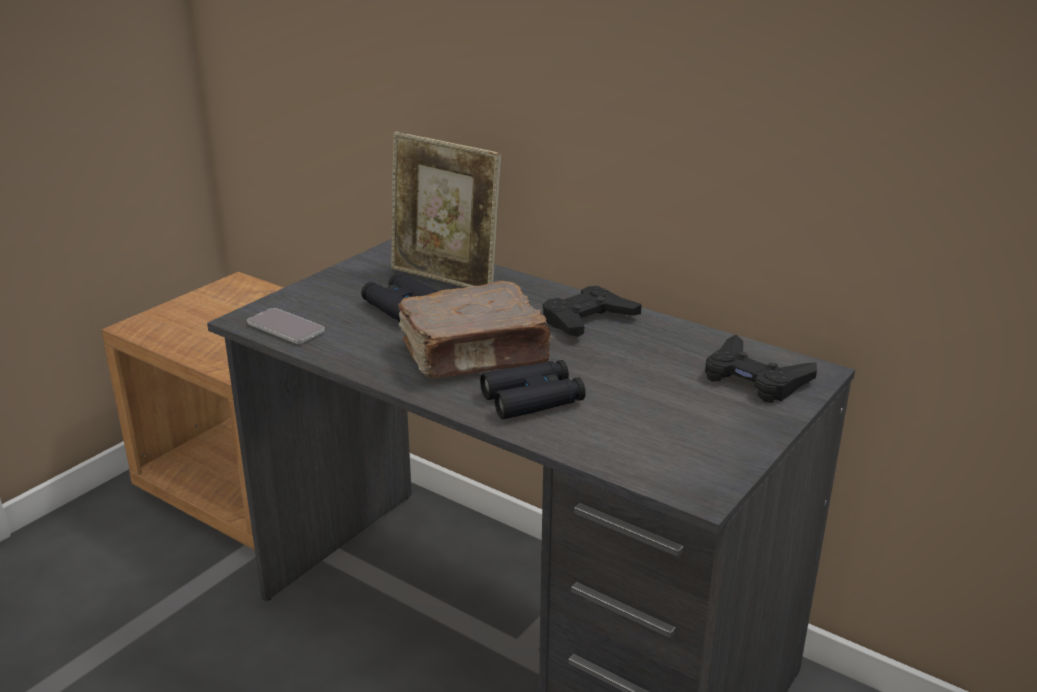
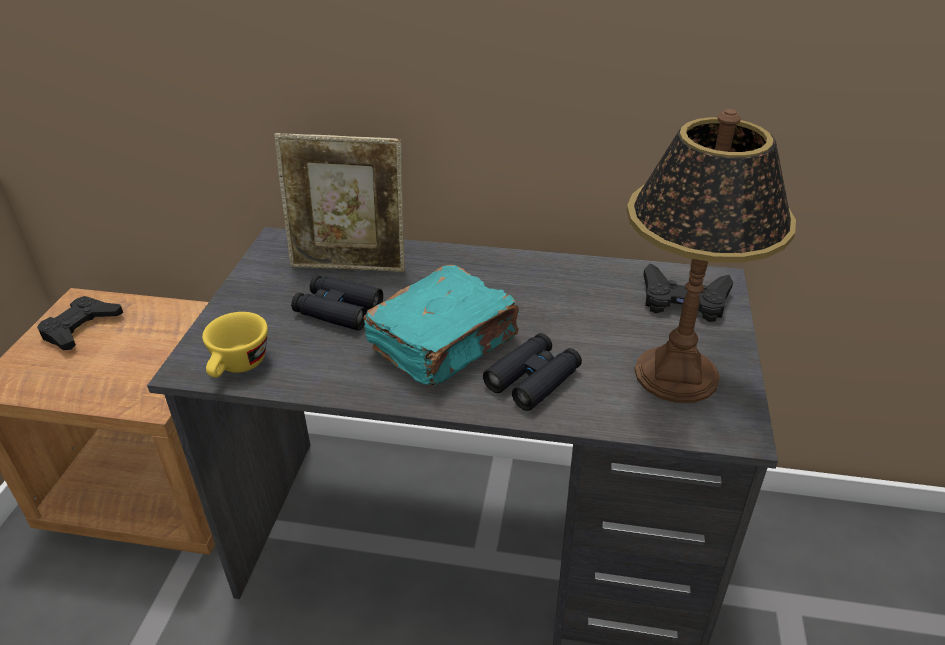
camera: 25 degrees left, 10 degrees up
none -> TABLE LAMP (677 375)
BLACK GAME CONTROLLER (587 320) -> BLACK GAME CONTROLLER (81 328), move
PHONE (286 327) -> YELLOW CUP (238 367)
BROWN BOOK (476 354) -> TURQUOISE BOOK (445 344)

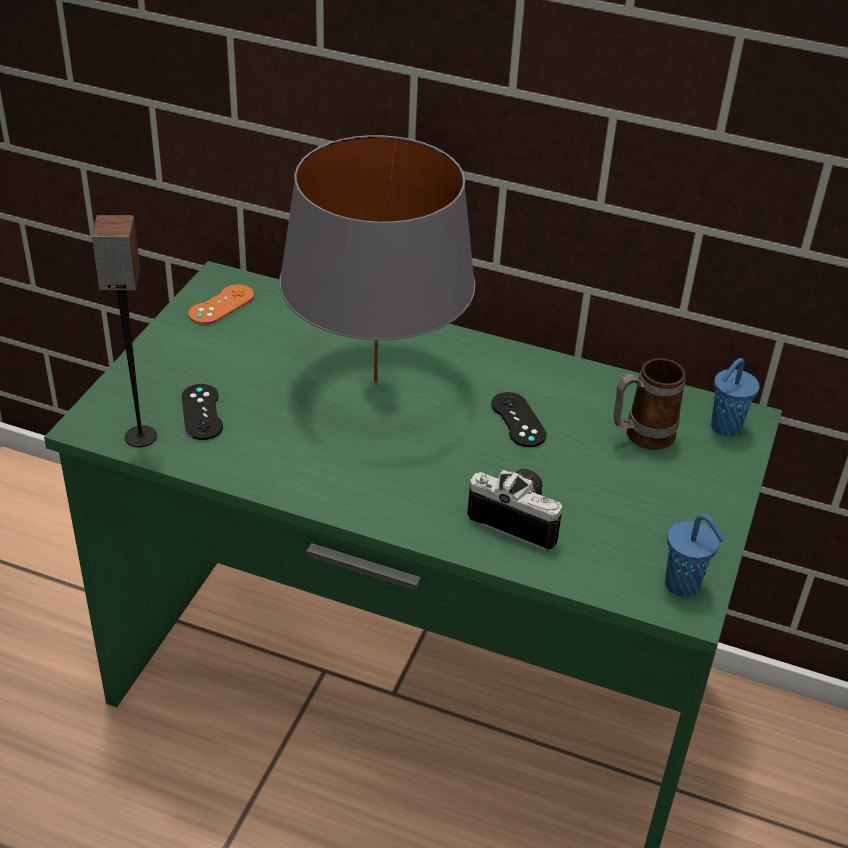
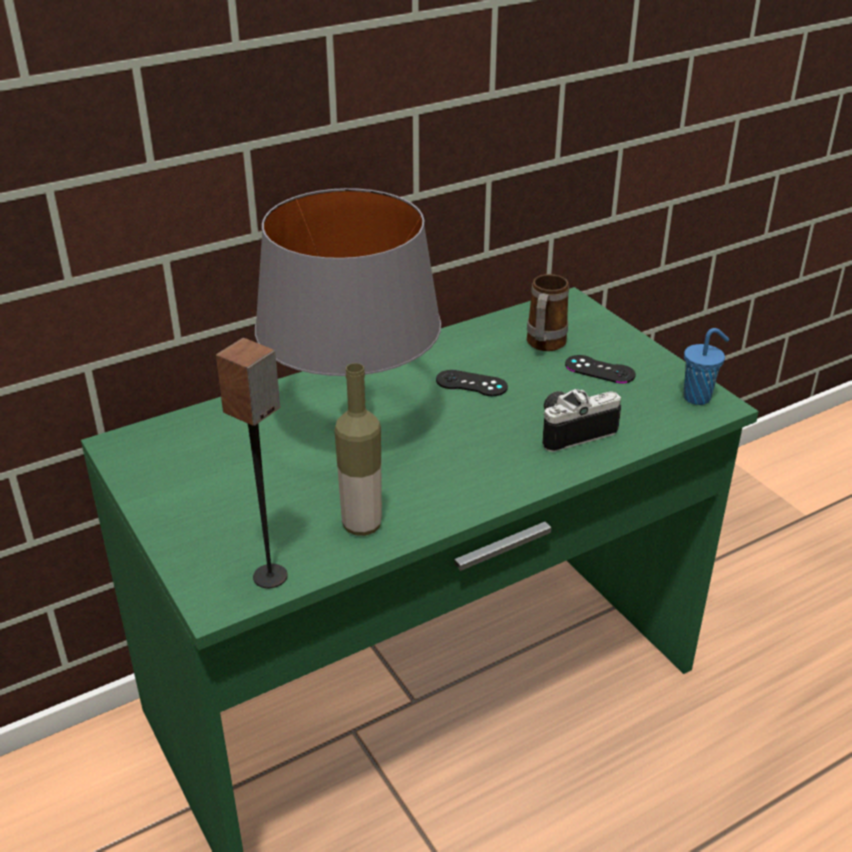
camera: 50 degrees left, 5 degrees down
ORANGE GAME CONTROLLER (221 305) -> none
BLUE CUP (724 428) -> none
none -> BOTTLE (362 525)
BLACK GAME CONTROLLER (202 412) -> BLACK GAME CONTROLLER (599 370), move

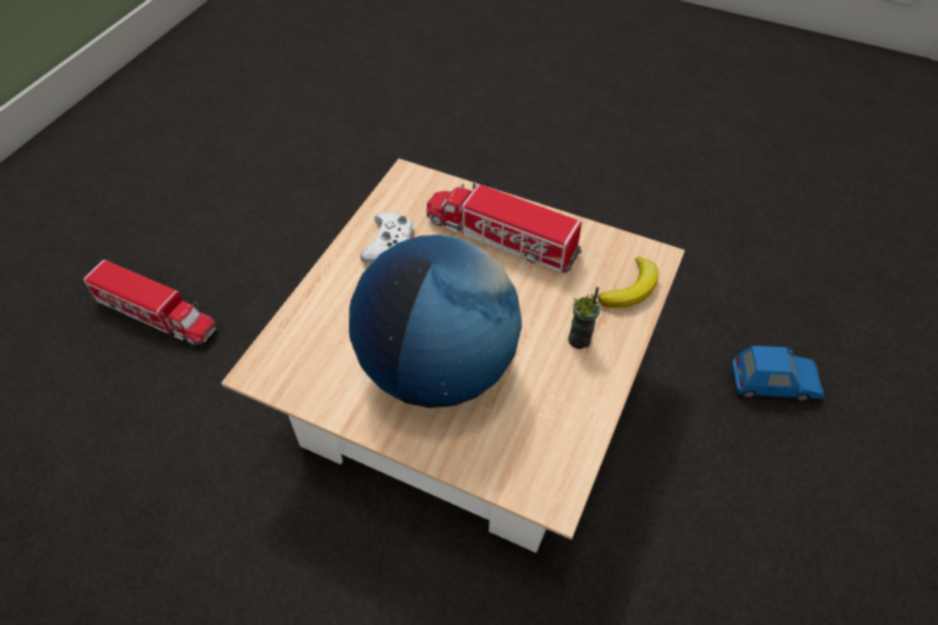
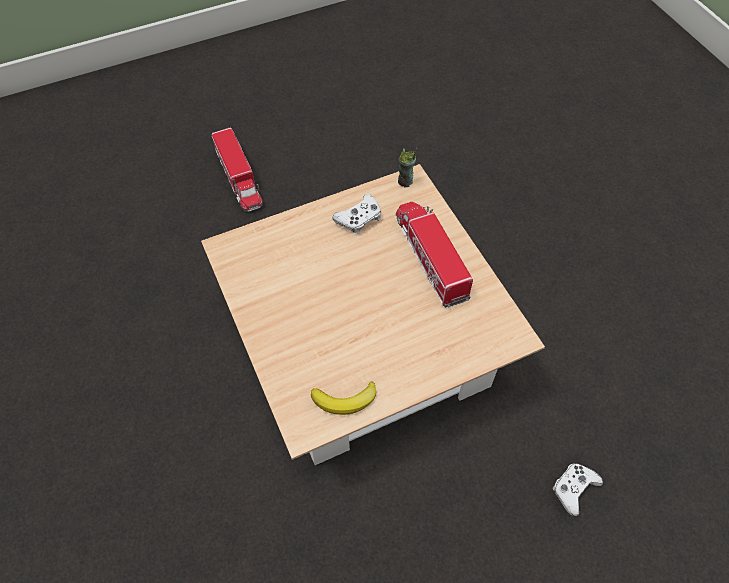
camera: 40 degrees right, 5 degrees up
GLOBE (438 368) -> none
CUP (580 340) -> CUP (405 182), move
BANANA (631 288) -> BANANA (345 400), move
BLUE TOY CAR (774 383) -> WHITE GAME CONTROLLER (574 489)

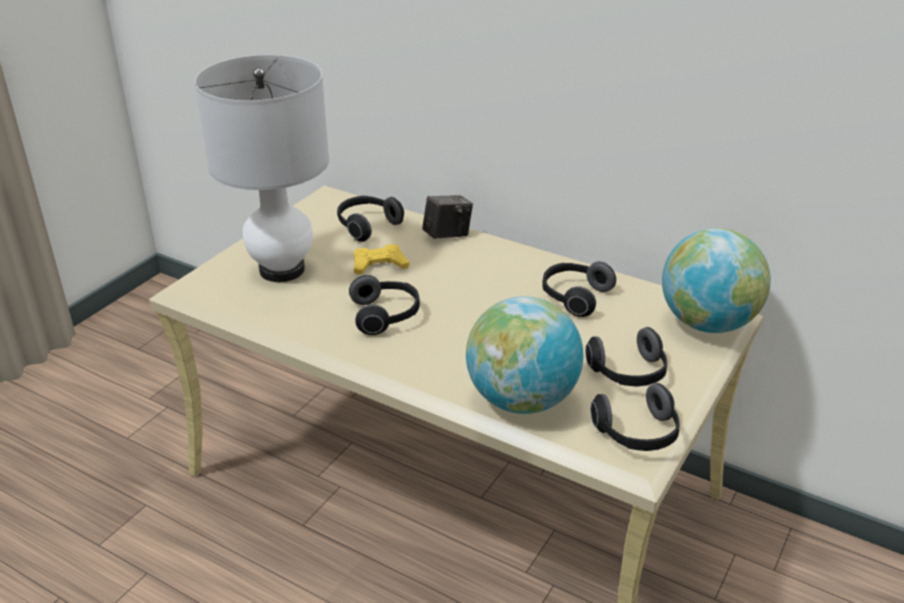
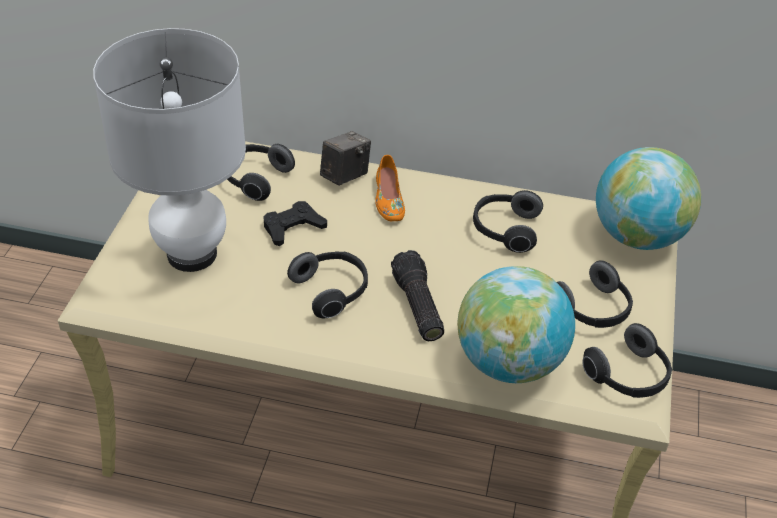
camera: 20 degrees left, 10 degrees up
none -> ORANGE SHOE (388 199)
none -> FLASHLIGHT (416 306)
YELLOW GAME CONTROLLER (379 265) -> BLACK GAME CONTROLLER (293 227)

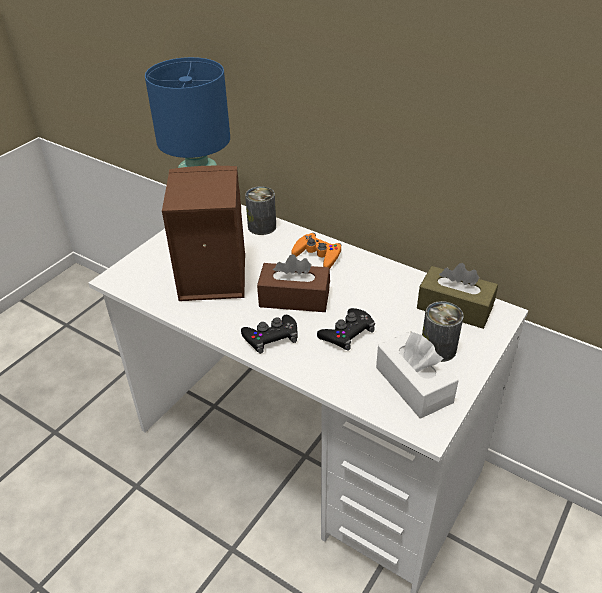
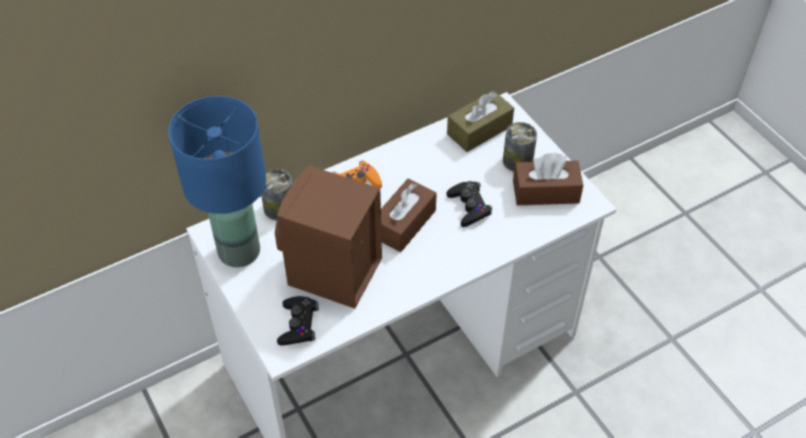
camera: 65 degrees left, 10 degrees up
BLACK GAME CONTROLLER (271 337) -> BLACK GAME CONTROLLER (298 324), move
WHITE TISSUE BOX (413 384) -> BROWN TISSUE BOX (545 192)

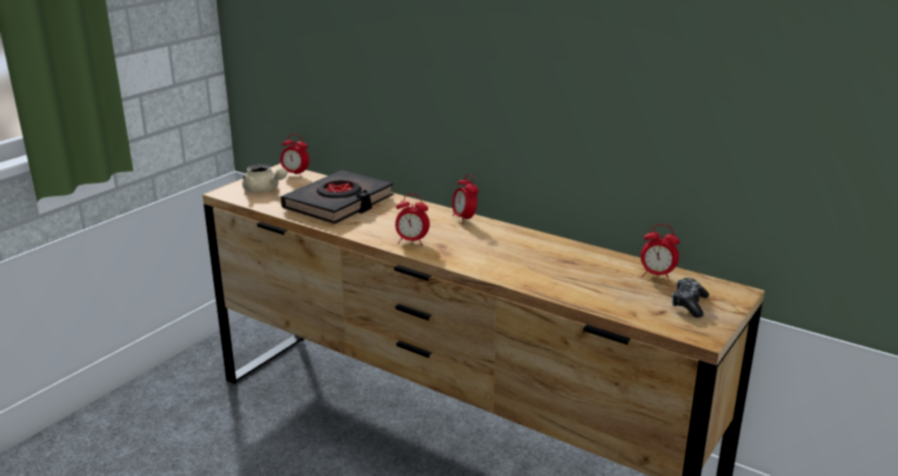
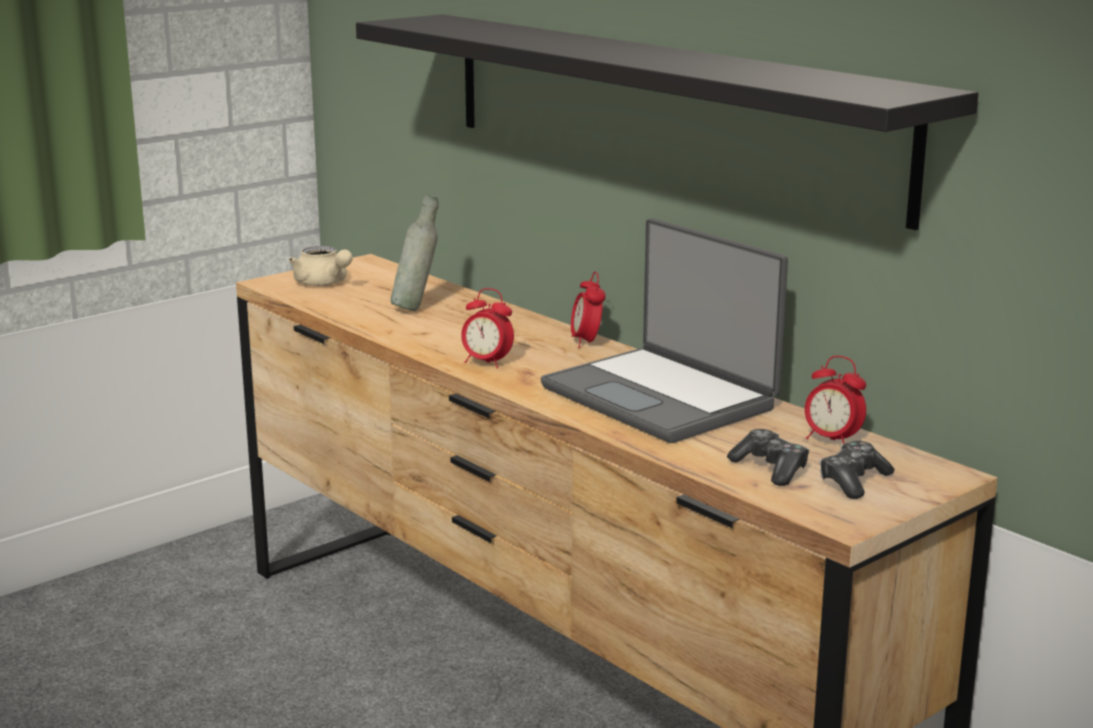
camera: 15 degrees right, 5 degrees down
ALARM CLOCK (295 174) -> none
none -> BLACK SHELF (661 109)
none -> LAPTOP (661 397)
none -> GAME CONTROLLER (770 469)
BLACK BOOK (339 203) -> GREY BOTTLE (416 308)

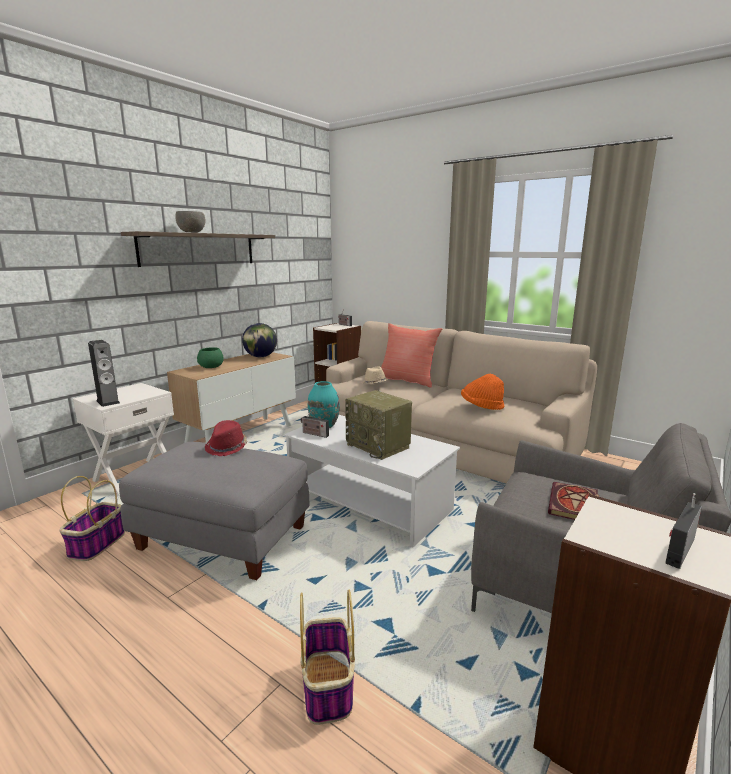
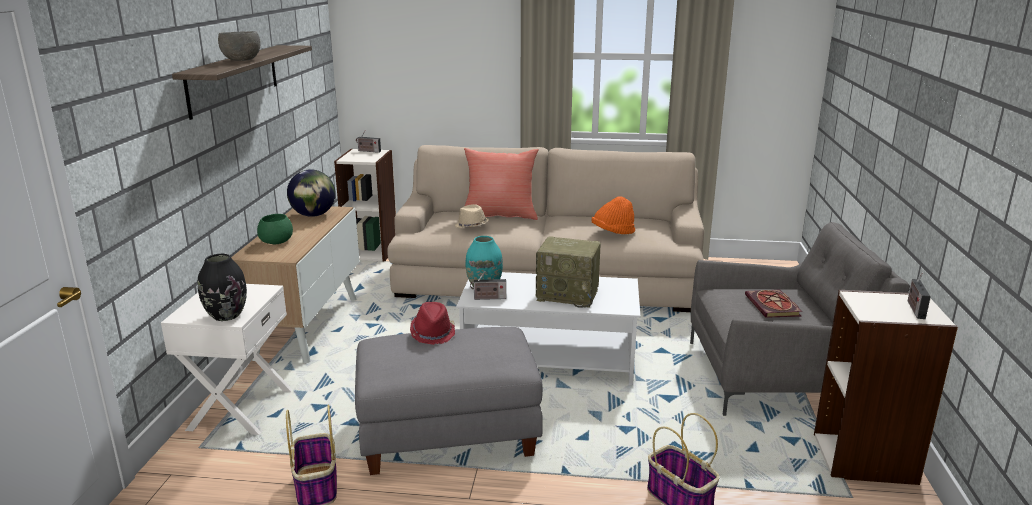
camera: 30 degrees left, 5 degrees up
SPEAKER (108 402) -> BLACK VASE (226 315)

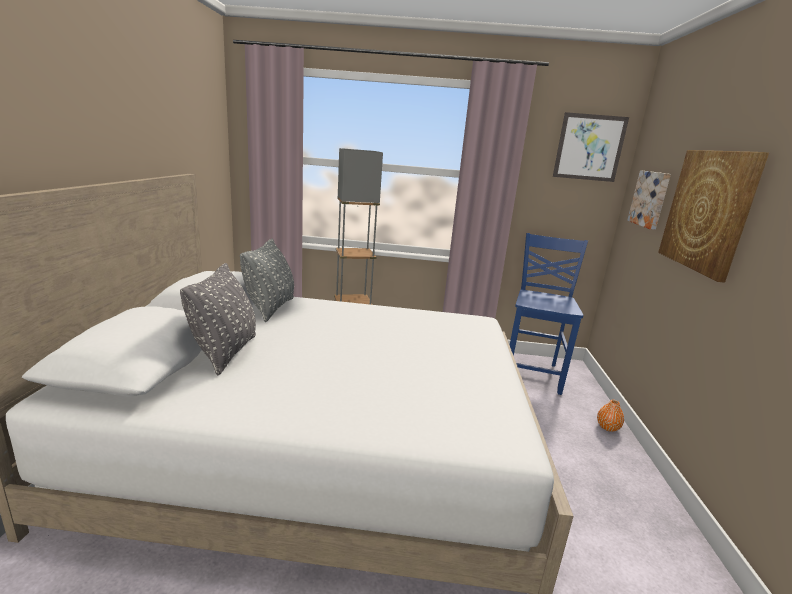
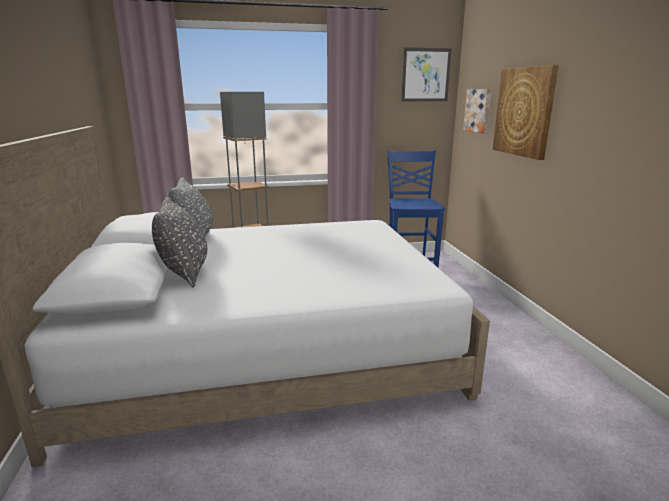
camera: 15 degrees left, 0 degrees up
ORANGE VASE (607 427) -> none

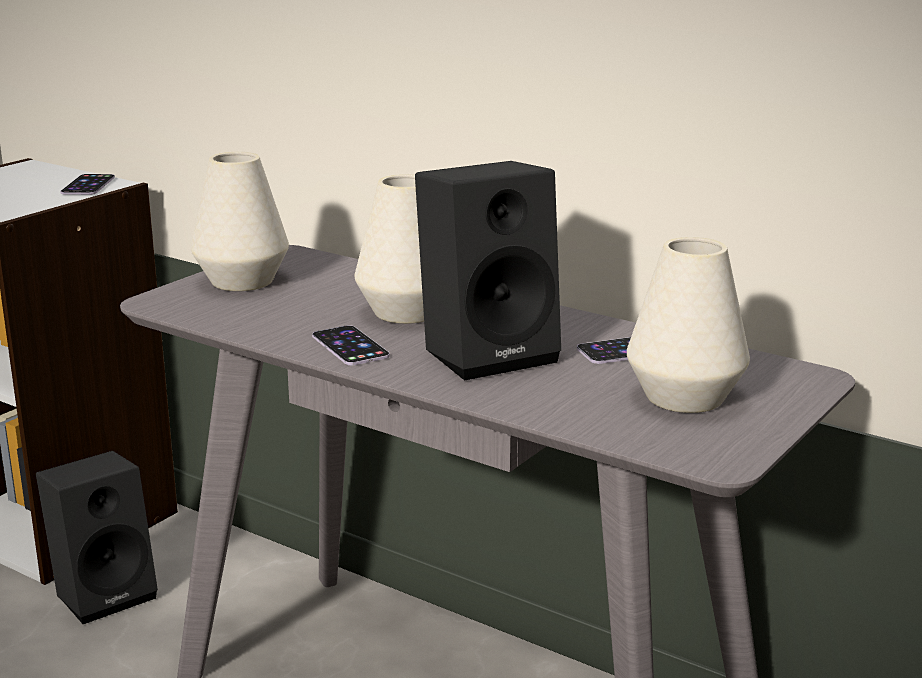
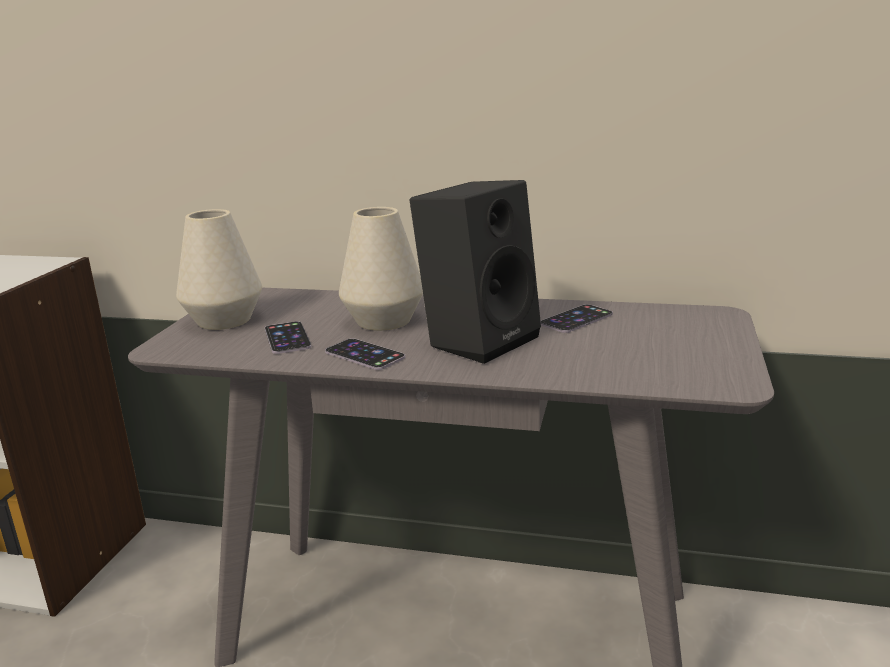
camera: 20 degrees left, 0 degrees up
BLACK SPEAKER (106 593) -> none
WHITE VASE (684 397) -> none
PHONE (88 185) -> PHONE (287 338), move

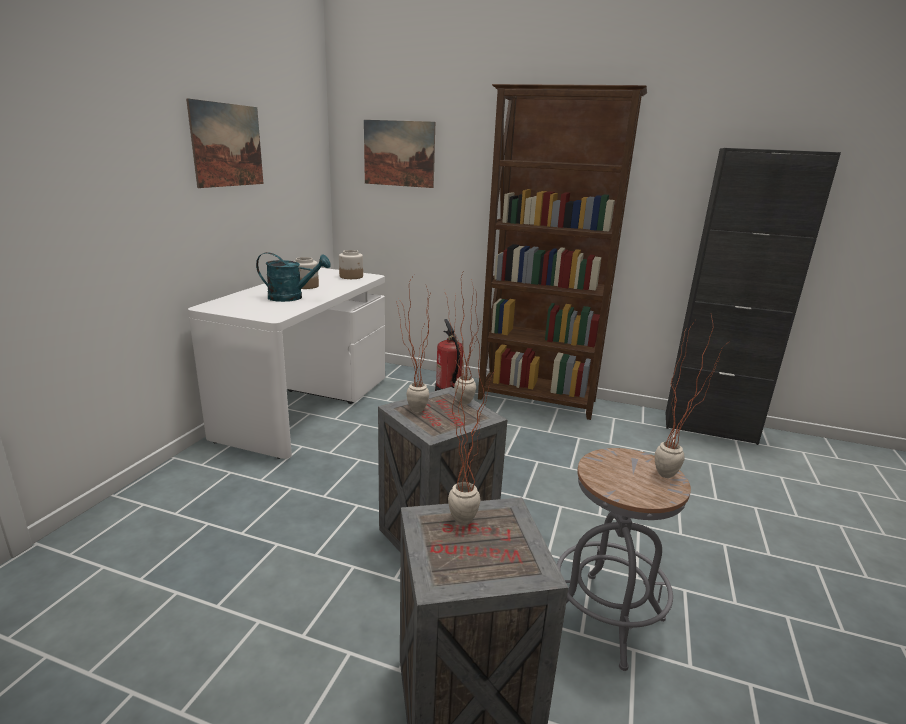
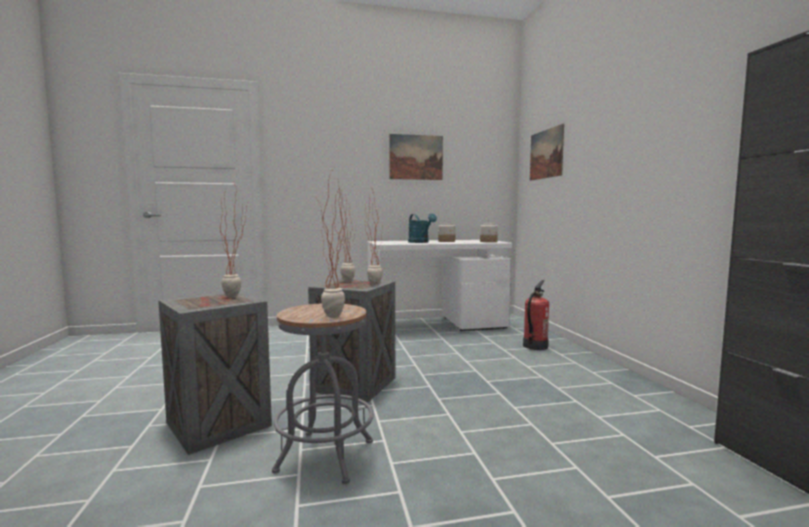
camera: 60 degrees right, 15 degrees down
BROWN BOOKCASE (537 400) -> none

